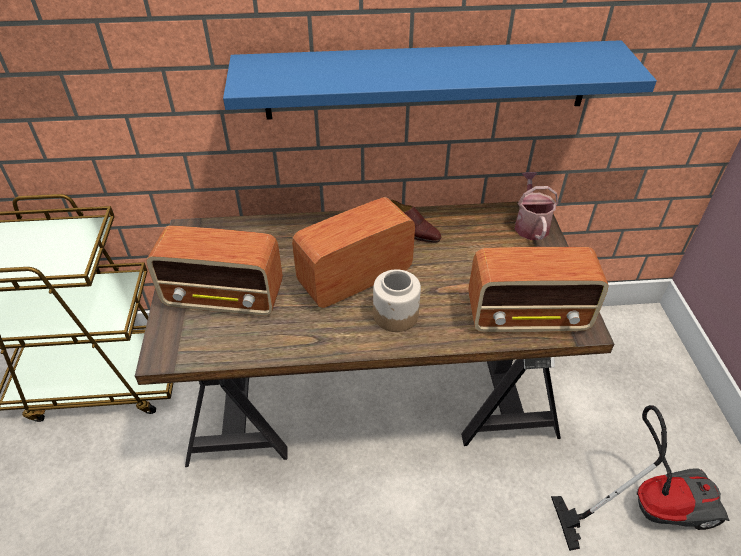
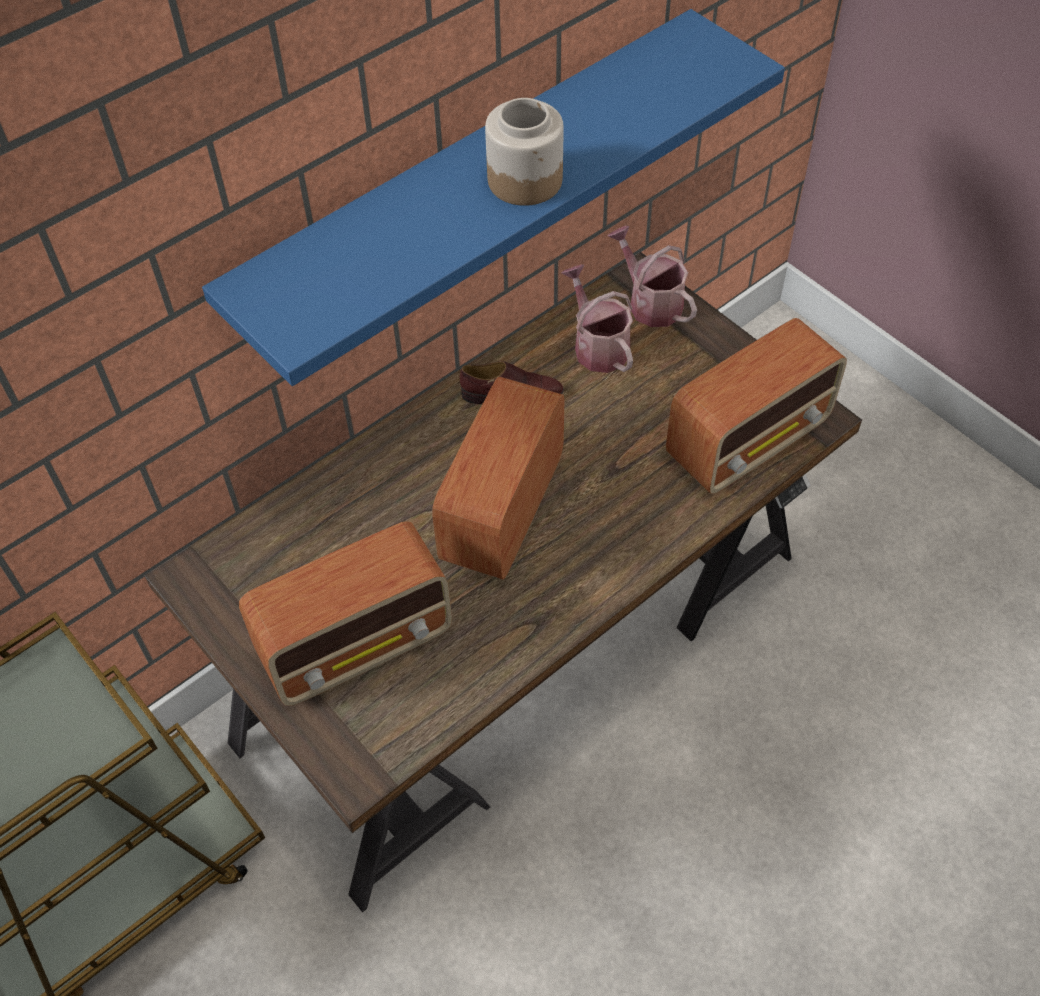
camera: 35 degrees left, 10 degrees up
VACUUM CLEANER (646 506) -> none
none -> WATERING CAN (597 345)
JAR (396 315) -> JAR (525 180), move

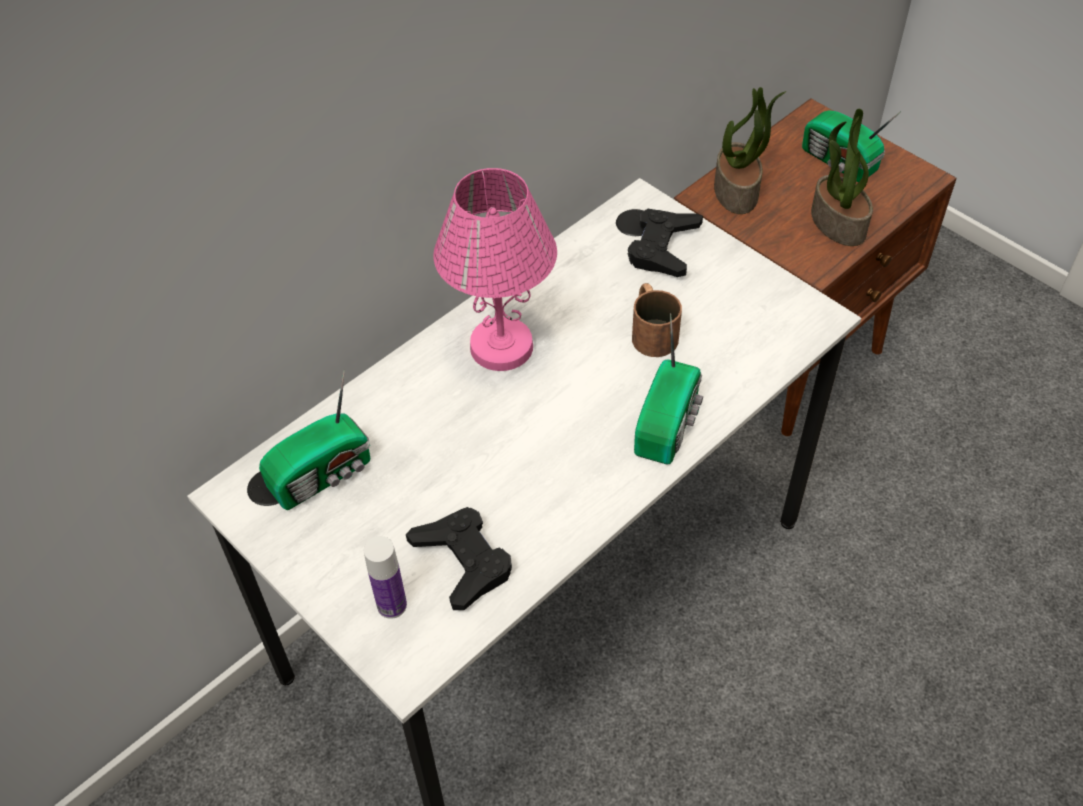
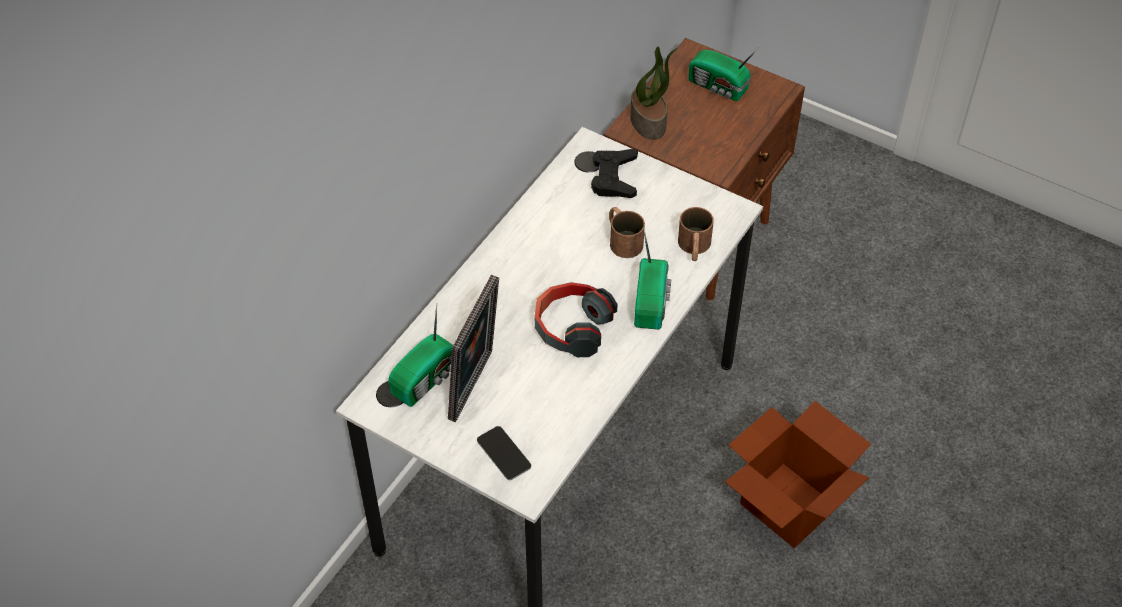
camera: 15 degrees left, 0 degrees up
BLACK GAME CONTROLLER (463 561) -> none
PINK TABLE LAMP (500 346) -> none
POTTED PLANT (836 223) -> none
none -> PICTURE FRAME (476 386)
none -> HEADPHONES (571 327)
none -> BROWN MUG (694 248)
none -> CARDBOARD BOX (789 505)
BOTTLE (392 605) -> PHONE (504 453)

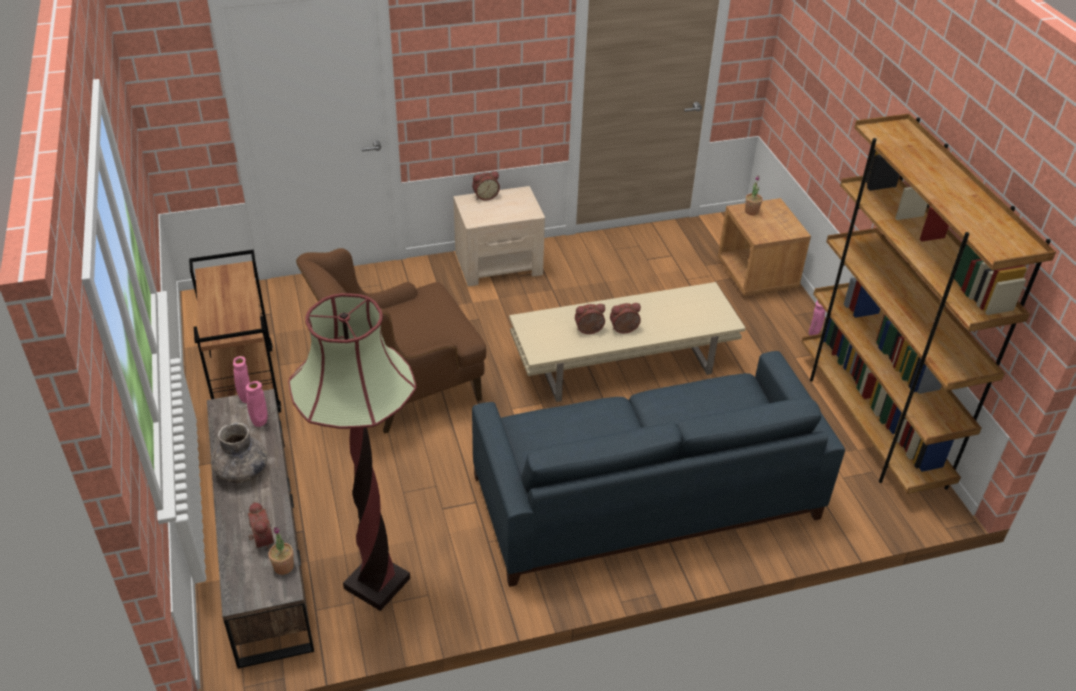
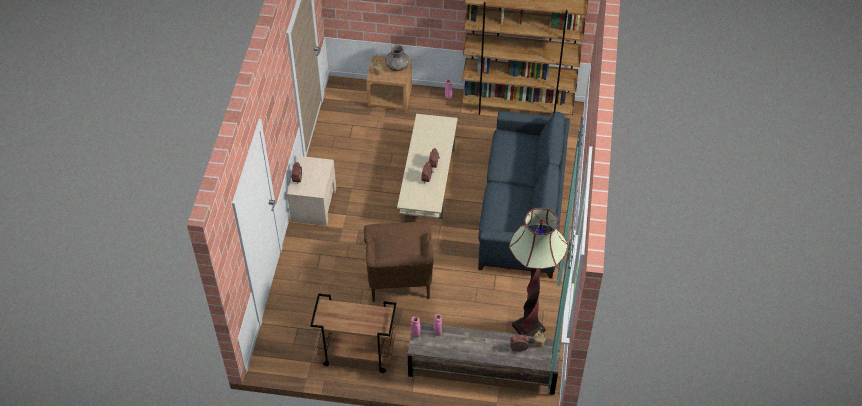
camera: 65 degrees left, 10 degrees up
GREY VASE (241 471) -> GREY VASE (397 66), move

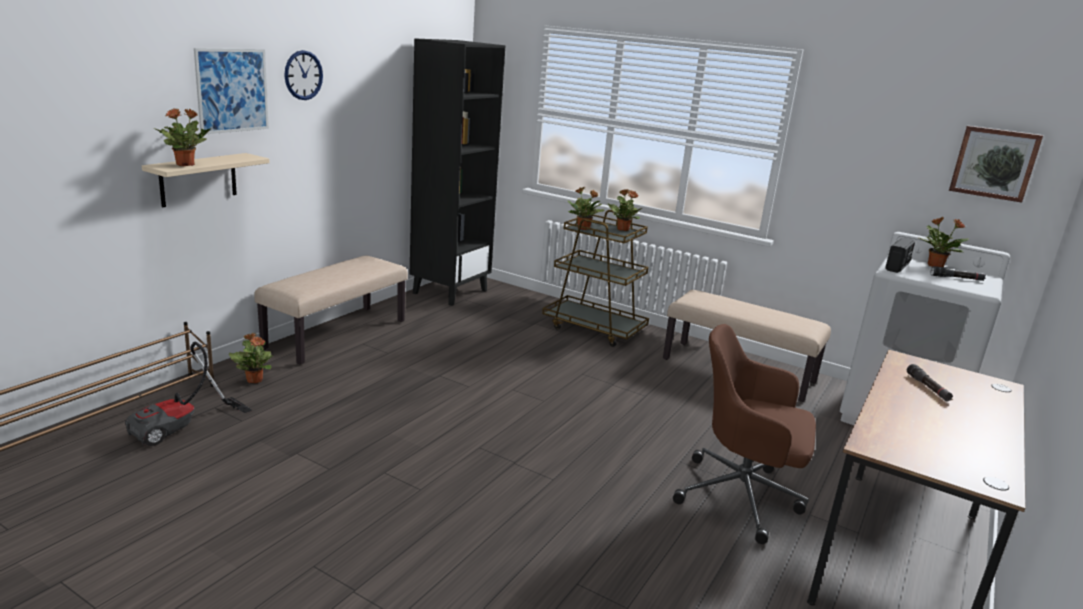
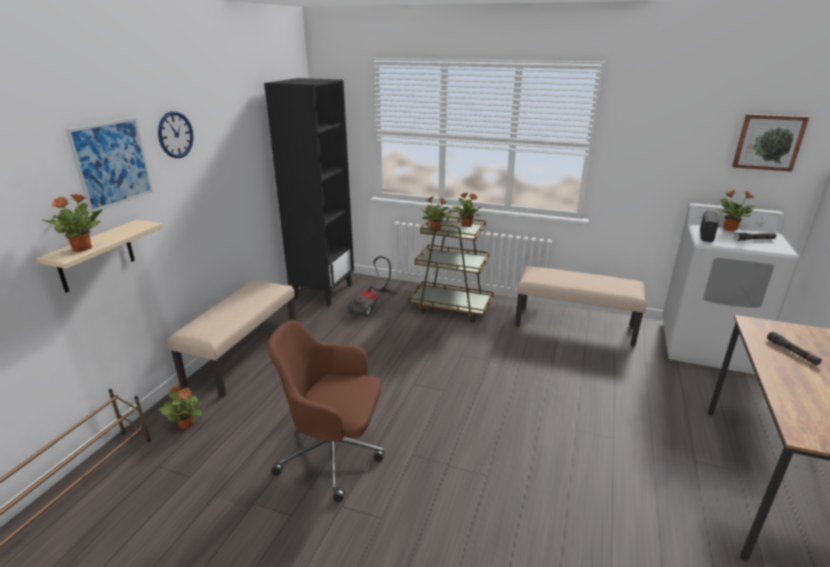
camera: 10 degrees left, 5 degrees up
VACUUM CLEANER (183 428) -> VACUUM CLEANER (372 306), move
BROWN OFFICE CHAIR (742 497) -> BROWN OFFICE CHAIR (334 454), move

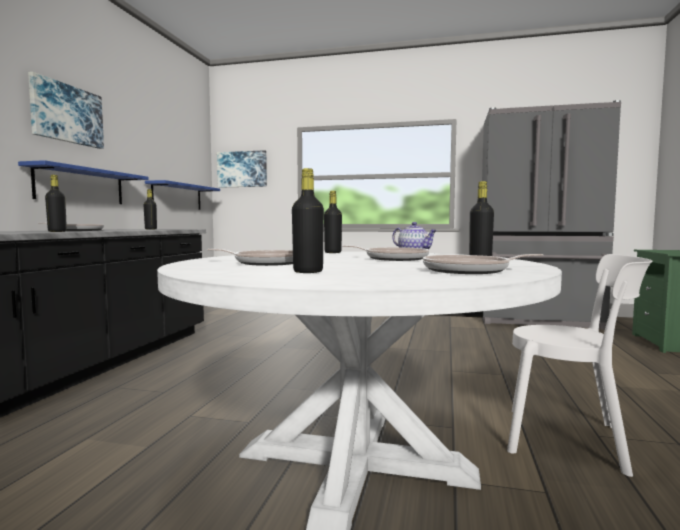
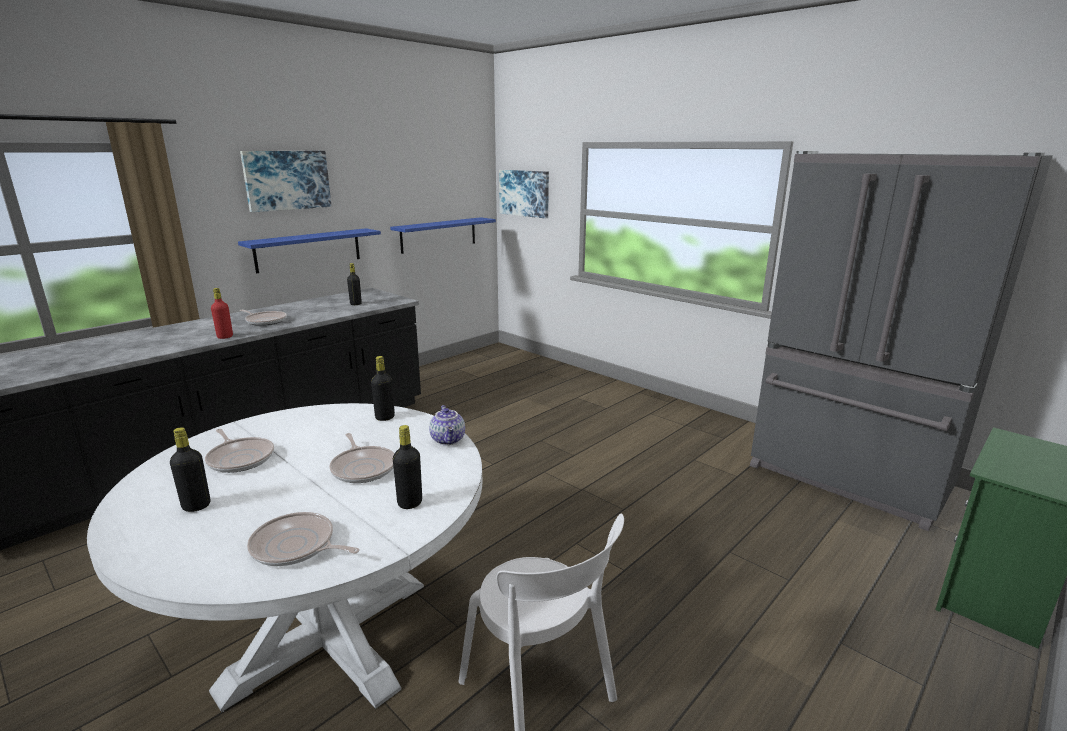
camera: 30 degrees right, 15 degrees up
BLACK BOTTLE (57 231) -> RED BOTTLE (225 337)

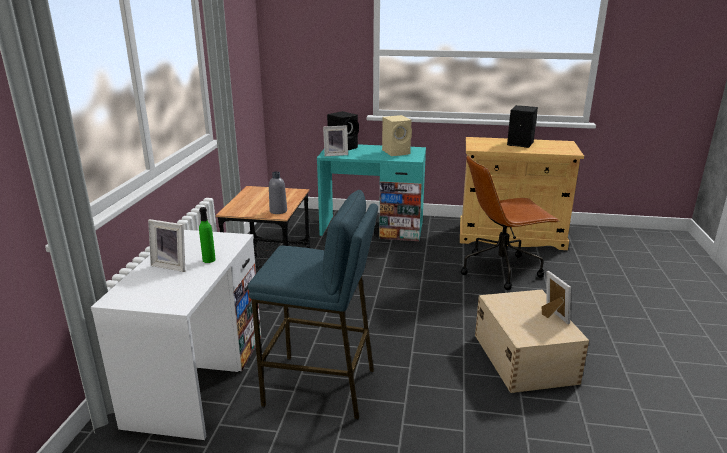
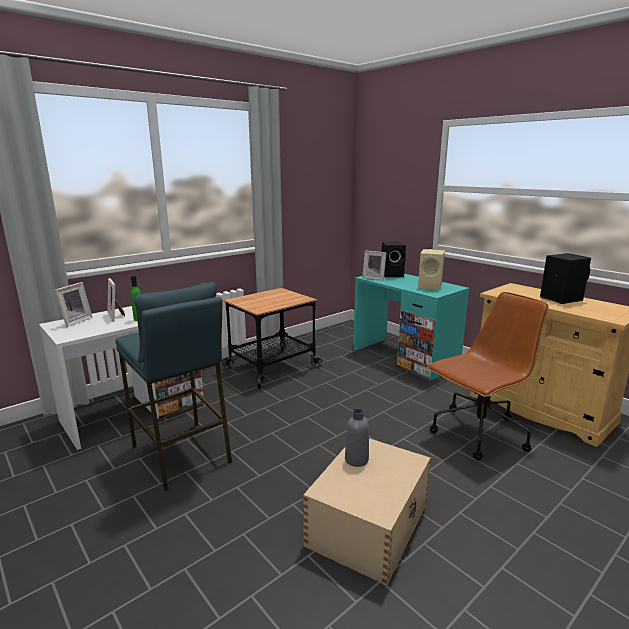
camera: 40 degrees right, 5 degrees down
GREY BOTTLE (278 211) -> GREY BOTTLE (356 459), move
PICTURE FRAME (552 316) -> PICTURE FRAME (75 321), move
BROWN OFFICE CHAIR (501 269) -> BROWN OFFICE CHAIR (478 434), 120 degrees clockwise

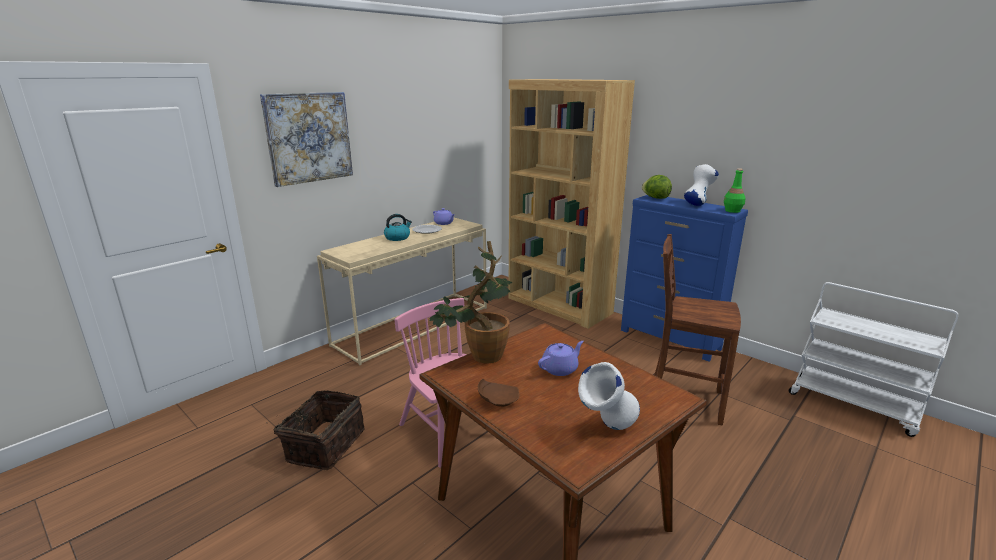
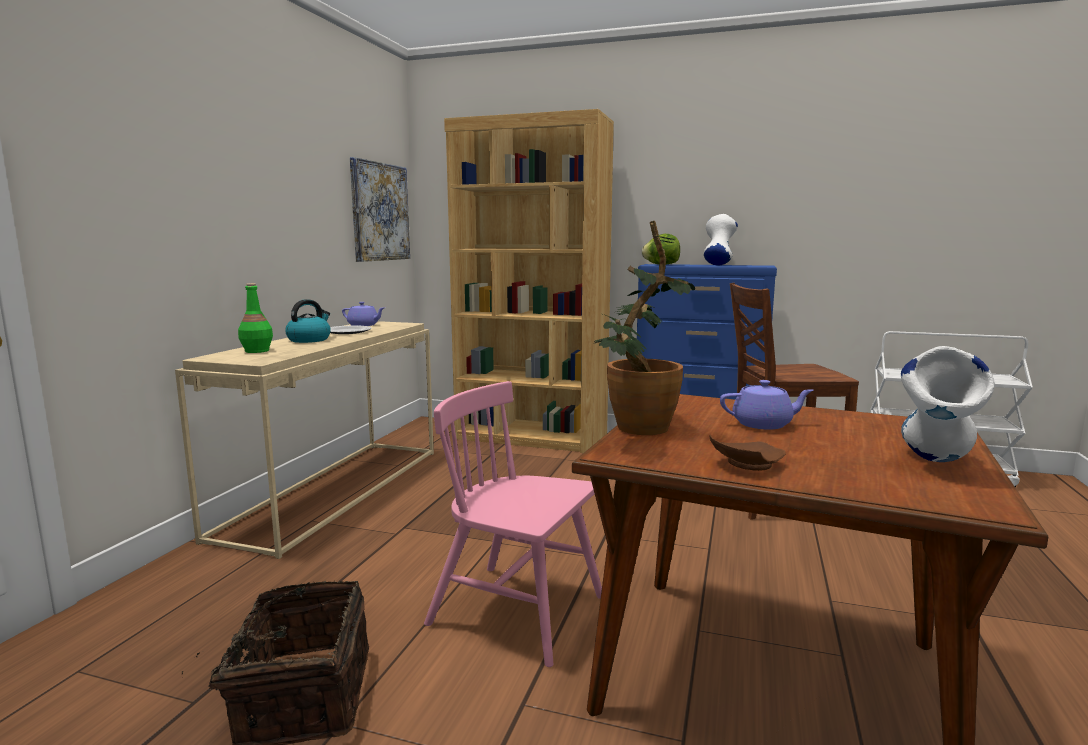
camera: 25 degrees left, 10 degrees down
PICTURE (309 137) -> PICTURE (380 212), move
GREEN BOTTLE (732 211) -> GREEN BOTTLE (257 351), move
PURPLE TEAPOT (560 369) -> PURPLE TEAPOT (763 424), 60 degrees clockwise

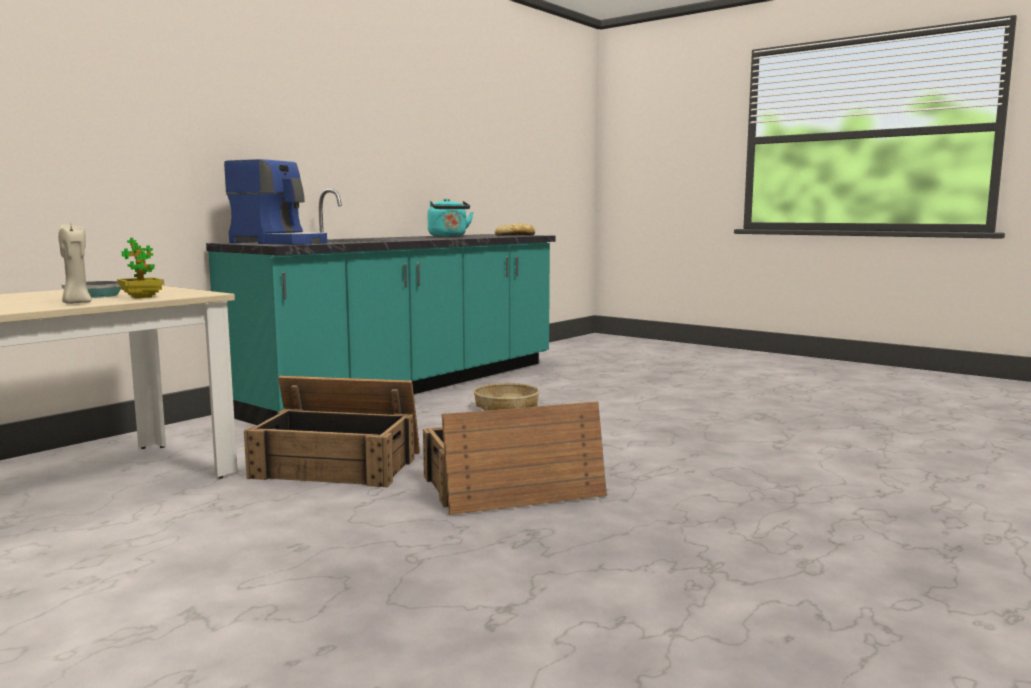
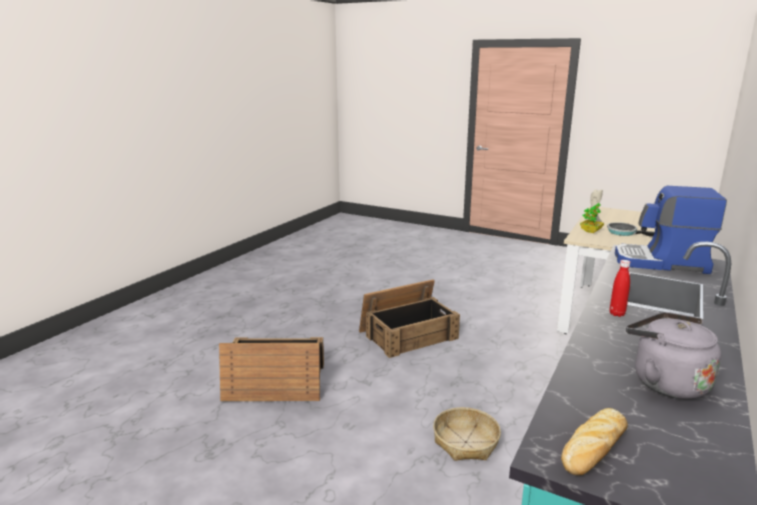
camera: 170 degrees right, 10 degrees up
none -> RED BOTTLE (617 314)
CRATE (338 464) -> CRATE (274 382), move
TURQUOISE KETTLE (448 236) -> GREY KETTLE (665 382)

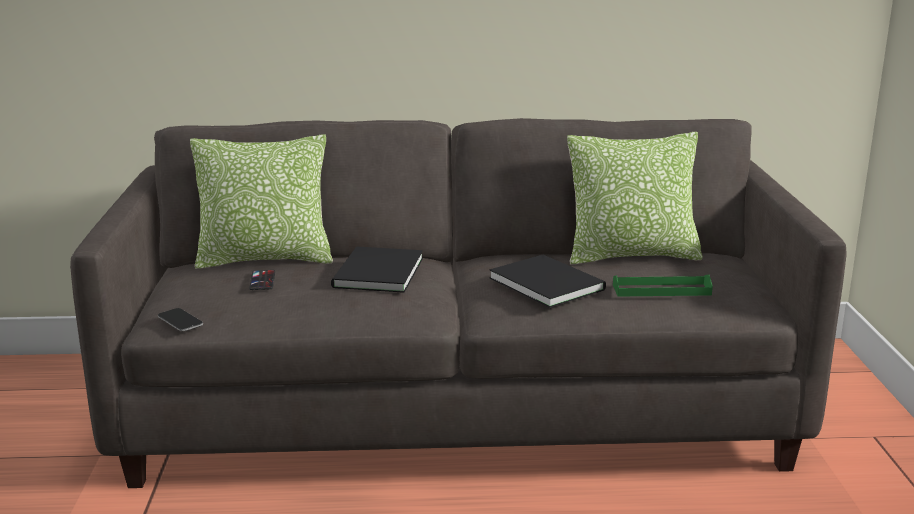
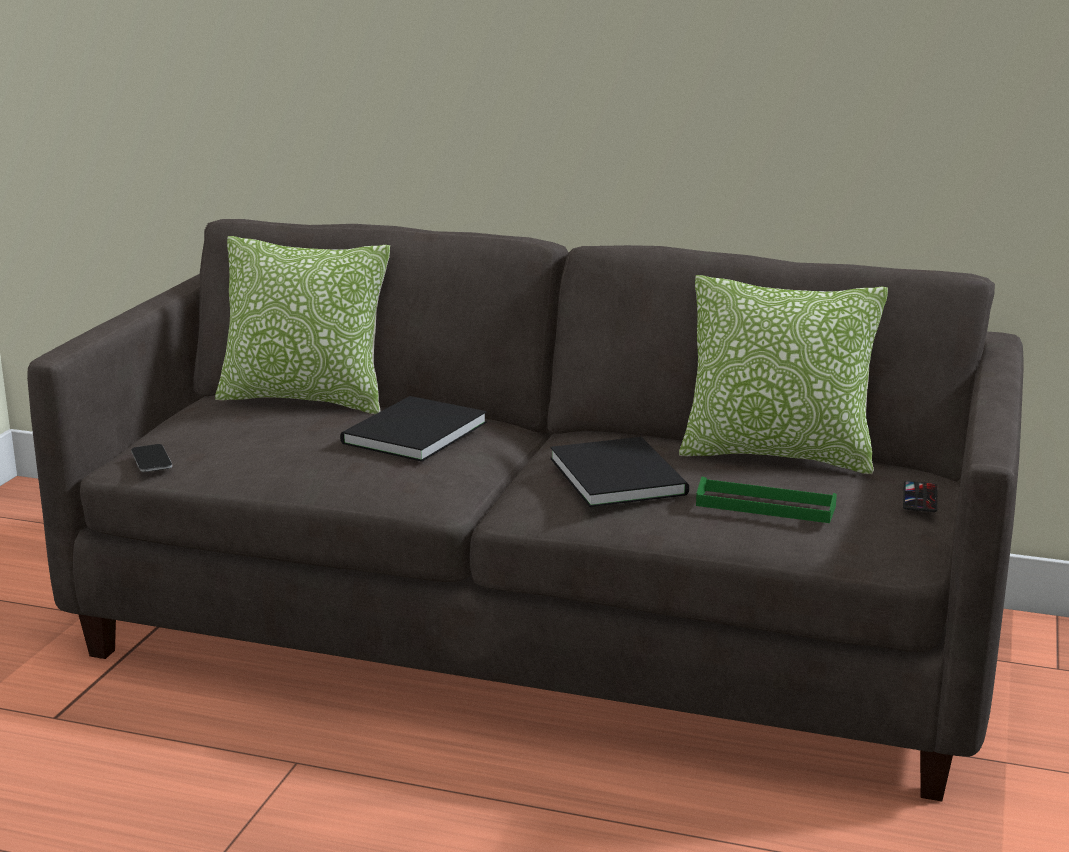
camera: 20 degrees right, 0 degrees up
PHONE (262 280) -> PHONE (920 497), move

